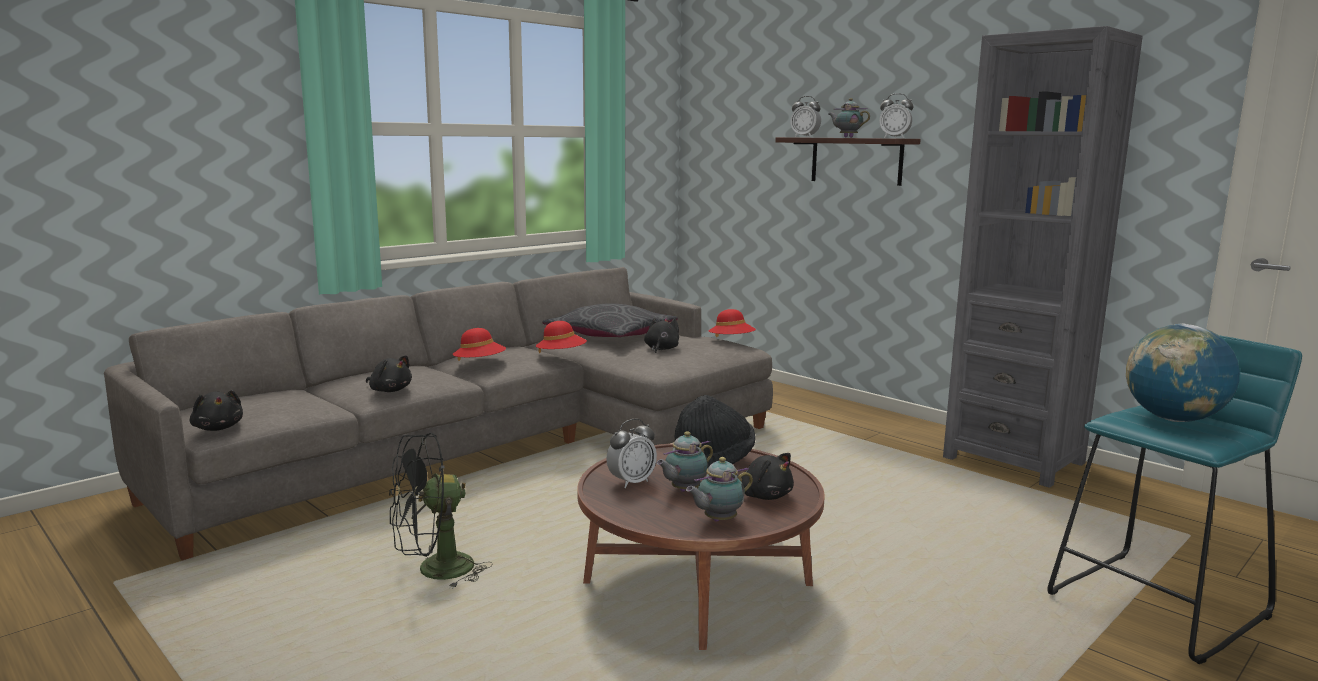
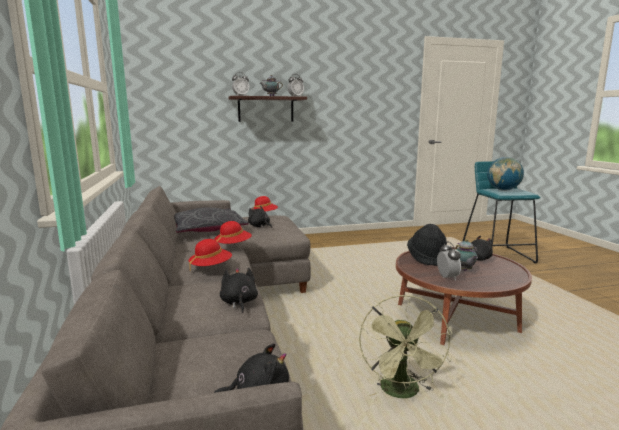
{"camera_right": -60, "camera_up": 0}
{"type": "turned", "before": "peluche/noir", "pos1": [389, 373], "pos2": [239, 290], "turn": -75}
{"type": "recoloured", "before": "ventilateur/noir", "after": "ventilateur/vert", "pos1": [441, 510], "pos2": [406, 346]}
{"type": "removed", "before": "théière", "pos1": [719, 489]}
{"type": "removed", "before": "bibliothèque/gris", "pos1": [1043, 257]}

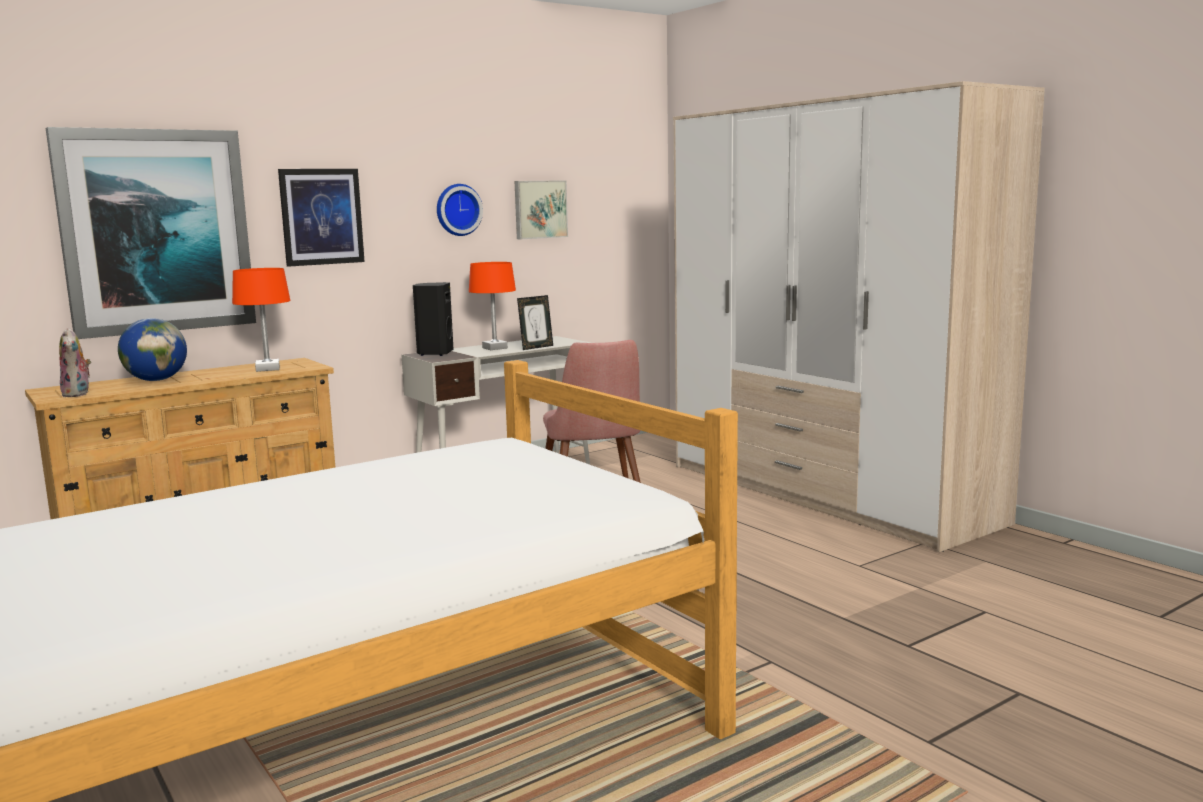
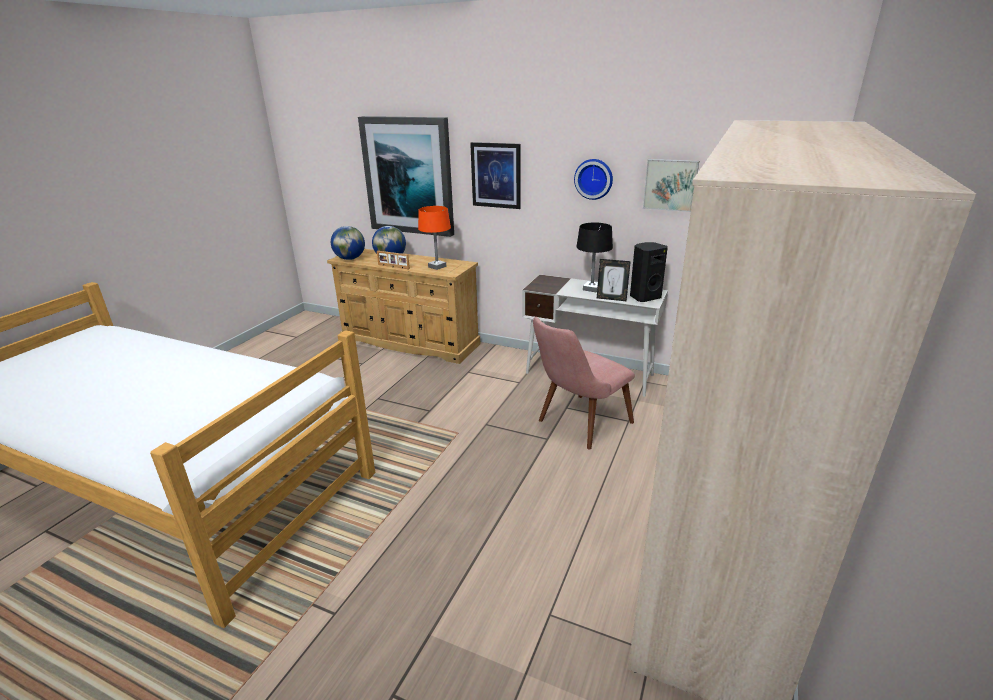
{"camera_right": 60, "camera_up": 15}
{"type": "replaced", "before": "peluche", "after": "globe", "pos1": [75, 362], "pos2": [348, 243]}
{"type": "added", "after": "cadre photo", "pos2": [393, 260]}
{"type": "recoloured", "before": "lampe de table/orange", "after": "lampe de table/noir", "pos1": [492, 306], "pos2": [594, 257]}
{"type": "moved", "before": "enceinte/noir", "pos1": [433, 319], "pos2": [649, 272]}

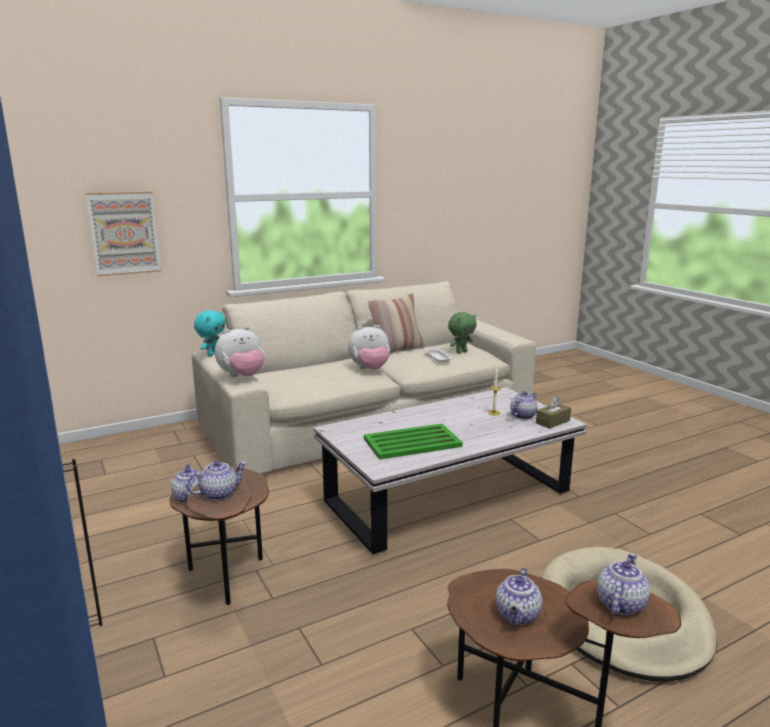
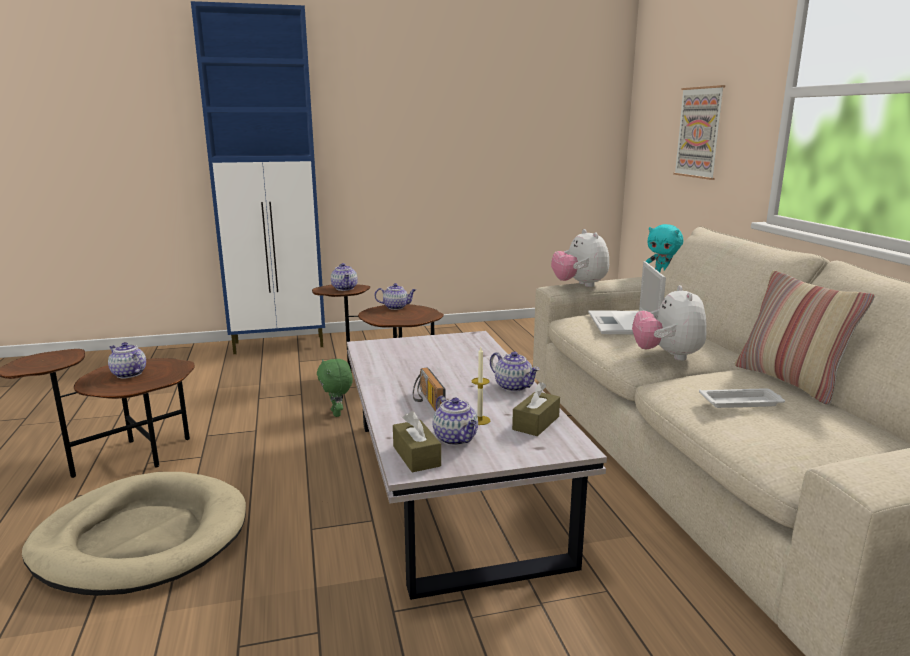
{"camera_right": 105, "camera_up": 0}
{"type": "moved", "before": "peluche/vert", "pos1": [462, 333], "pos2": [335, 388]}
{"type": "added", "after": "radio", "pos2": [429, 389]}
{"type": "moved", "before": "théière", "pos1": [623, 584], "pos2": [515, 371]}
{"type": "added", "after": "boîte à mouchoirs/marron", "pos2": [536, 409]}
{"type": "added", "after": "ordinateur portable", "pos2": [627, 297]}
{"type": "removed", "before": "plateau/vert", "pos1": [413, 442]}

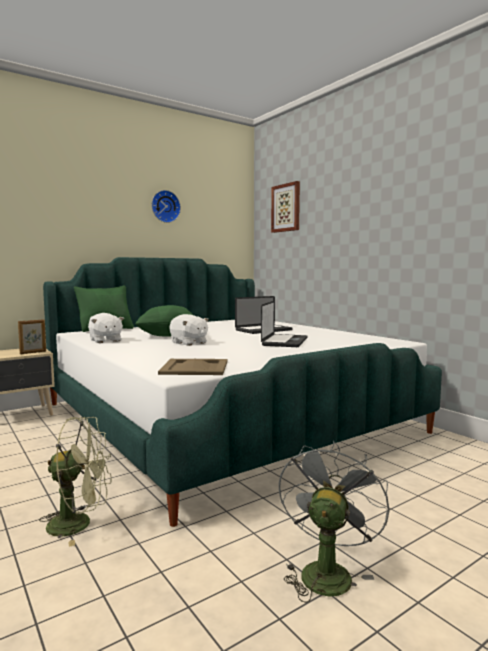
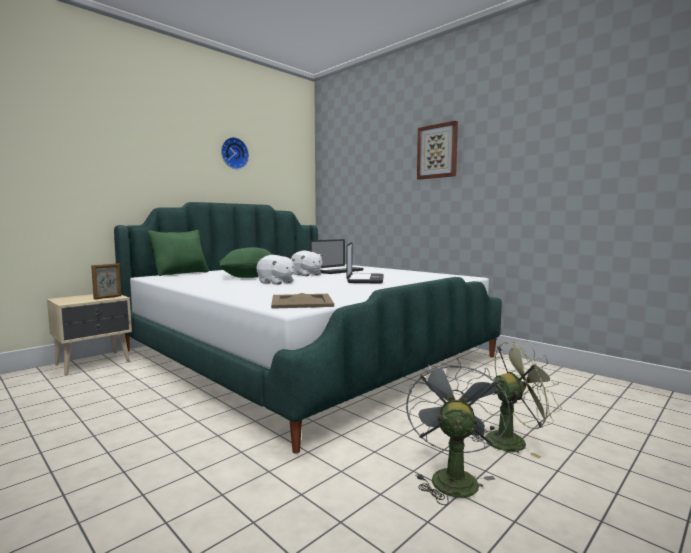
{"camera_right": -10, "camera_up": 0}
{"type": "moved", "before": "peluche/blanc", "pos1": [106, 328], "pos2": [307, 263]}
{"type": "moved", "before": "tableau", "pos1": [285, 207], "pos2": [437, 150]}
{"type": "moved", "before": "ventilateur/vert", "pos1": [75, 482], "pos2": [517, 400]}

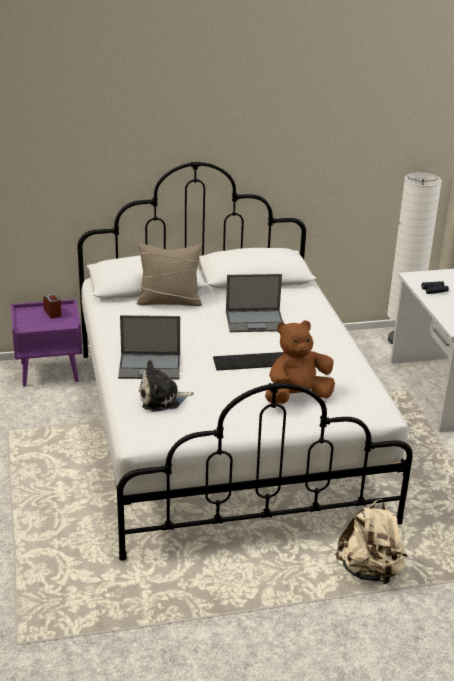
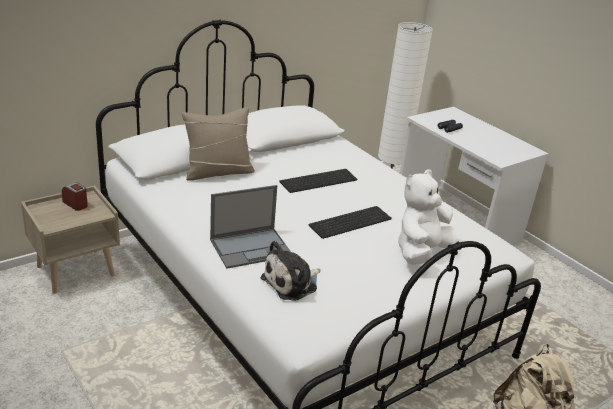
{"camera_right": -25, "camera_up": 0}
{"type": "recoloured", "before": "table de chevet/violet", "after": "table de chevet/beige", "pos1": [46, 343], "pos2": [70, 239]}
{"type": "replaced", "before": "ordinateur portable", "after": "clavier", "pos1": [254, 303], "pos2": [318, 181]}
{"type": "recoloured", "before": "peluche/marron", "after": "peluche/blanc", "pos1": [300, 362], "pos2": [427, 217]}

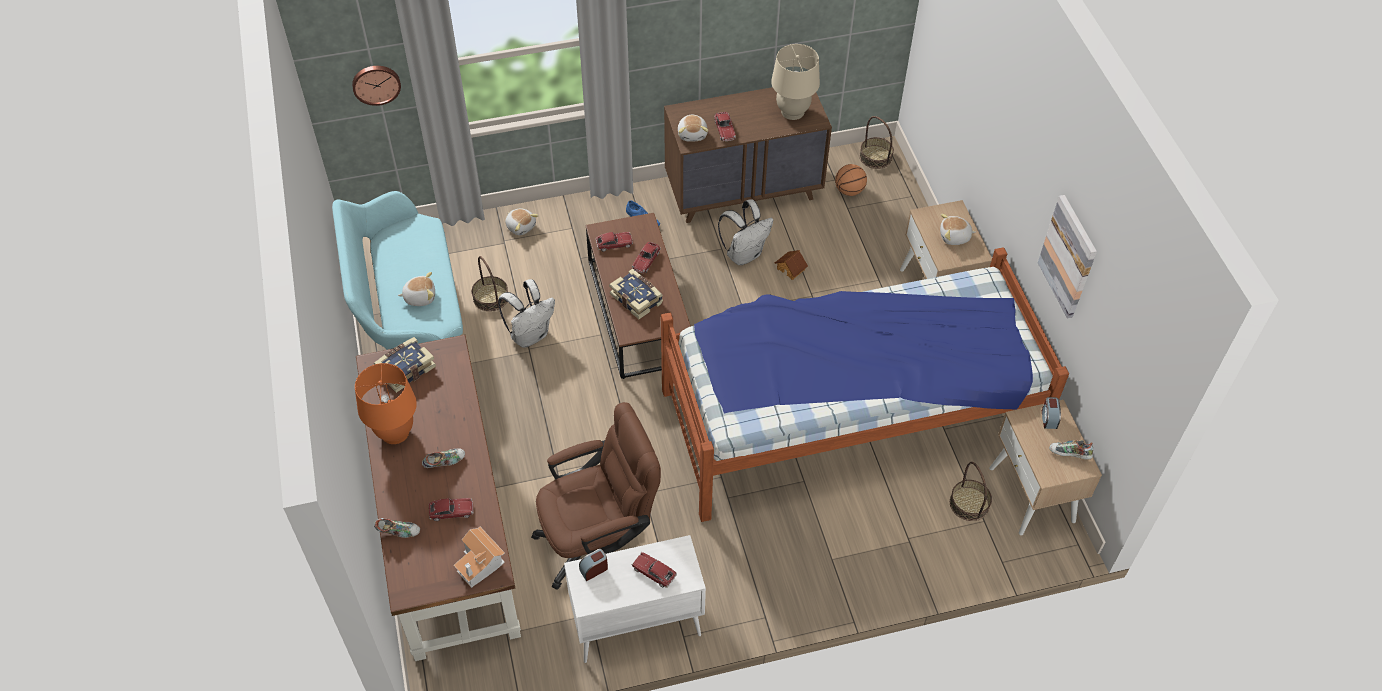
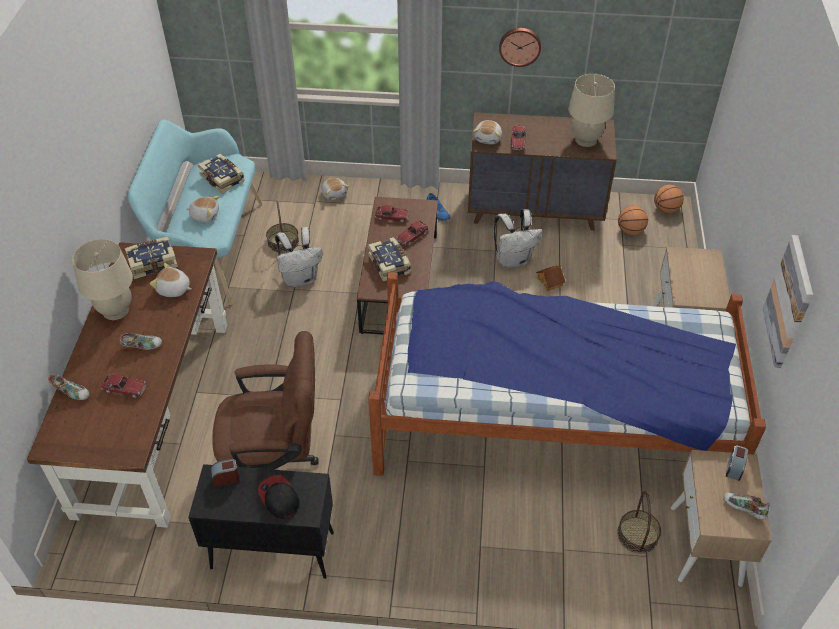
{"camera_right": 20, "camera_up": -5}
{"type": "recoloured", "before": "lampe de table/orange", "after": "lampe de table/beige", "pos1": [386, 403], "pos2": [102, 279]}
{"type": "moved", "before": "peluche", "pos1": [958, 229], "pos2": [170, 280]}
{"type": "recoloured", "before": "meuble de rangement/blanc", "after": "meuble de rangement/noir", "pos1": [635, 599], "pos2": [261, 521]}
{"type": "added", "after": "livre", "pos2": [221, 174]}
{"type": "replaced", "before": "petite voiture", "after": "casquette", "pos1": [654, 570], "pos2": [279, 497]}
{"type": "moved", "before": "horloge murale", "pos1": [376, 86], "pos2": [520, 47]}
{"type": "replaced", "before": "panier", "after": "ballon de basket", "pos1": [876, 142], "pos2": [669, 198]}
{"type": "removed", "before": "maison miniature", "pos1": [479, 557]}

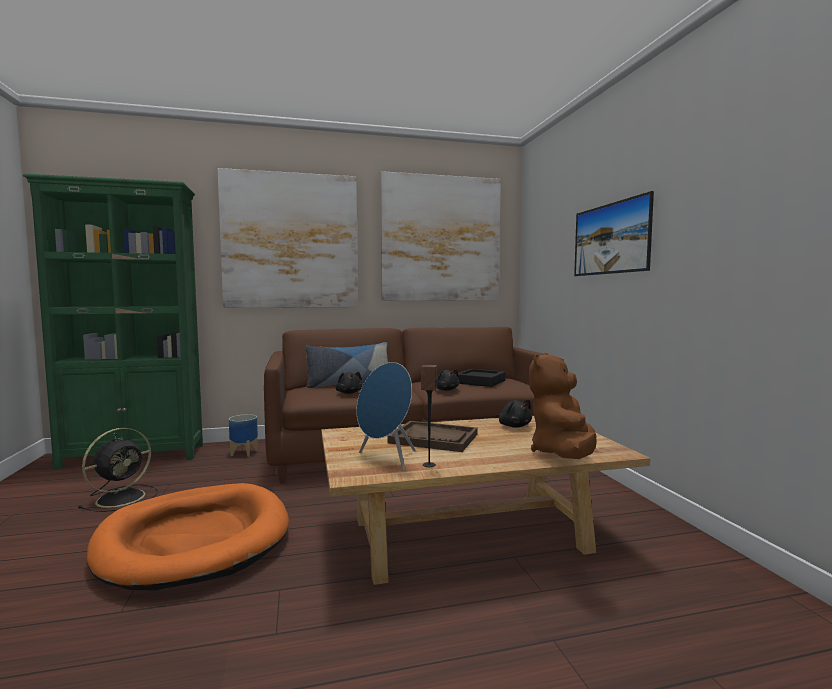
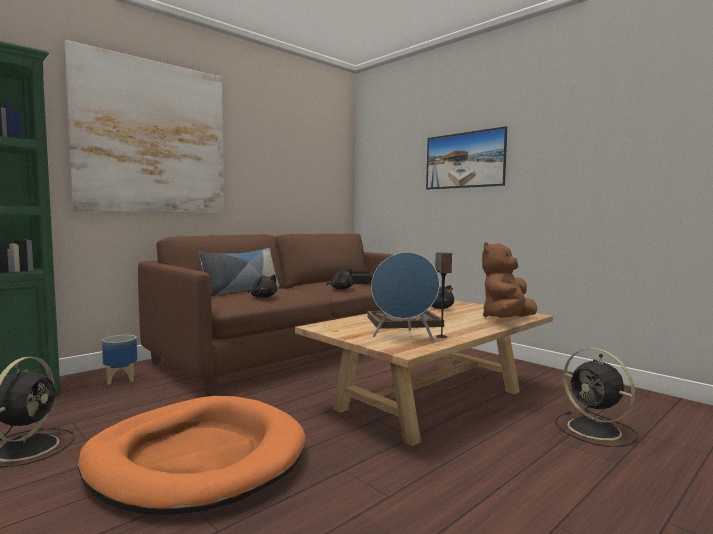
{"camera_right": -30, "camera_up": 0}
{"type": "turned", "before": "peluche/marron", "pos1": [563, 406], "pos2": [509, 280], "turn": 45}
{"type": "added", "after": "ventilateur/noir", "pos2": [597, 397]}
{"type": "removed", "before": "tableau", "pos1": [441, 236]}

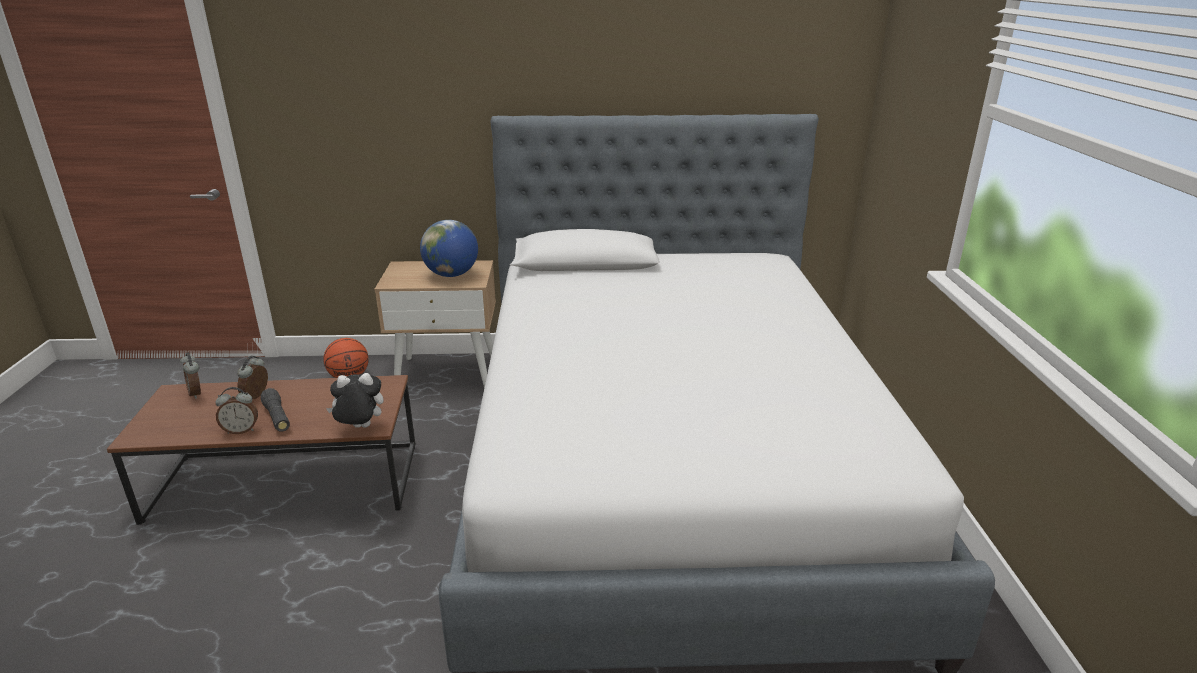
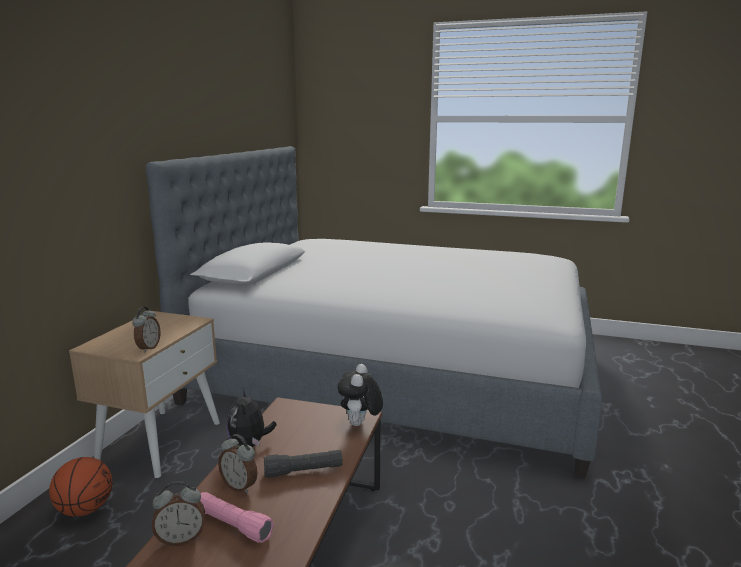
{"camera_right": -70, "camera_up": -10}
{"type": "moved", "before": "réveil", "pos1": [236, 410], "pos2": [146, 330]}
{"type": "added", "after": "lampe de poche/rose", "pos2": [237, 517]}
{"type": "added", "after": "peluche", "pos2": [252, 418]}
{"type": "removed", "before": "globe", "pos1": [449, 248]}

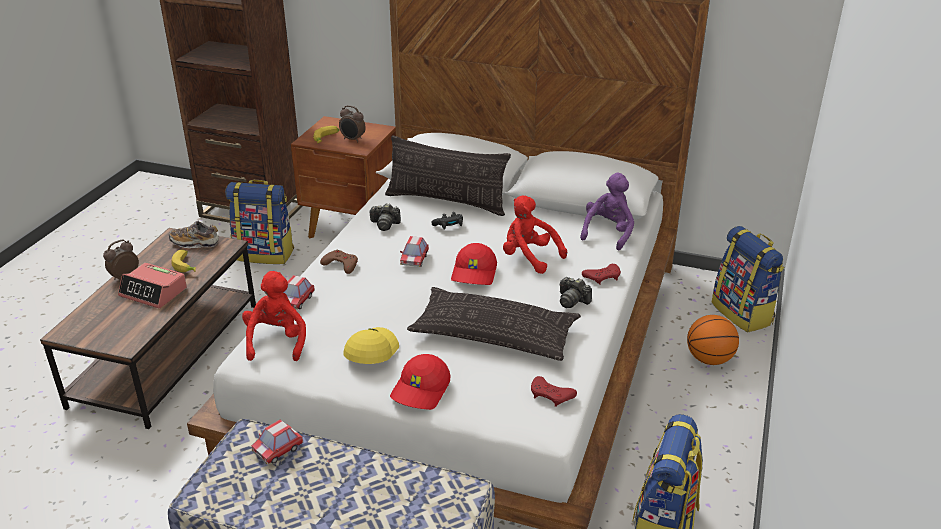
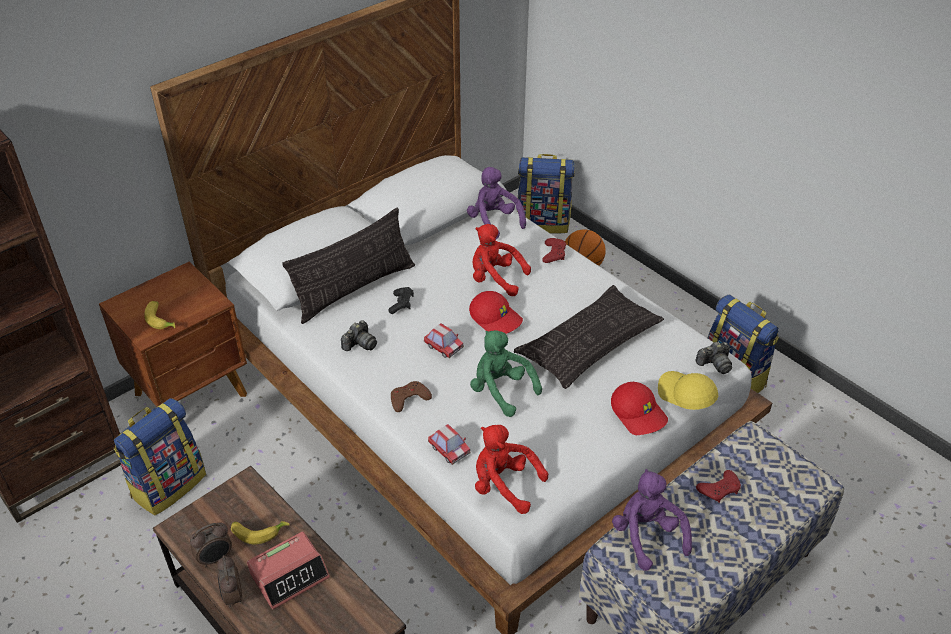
{"camera_right": -60, "camera_up": 10}
{"type": "moved", "before": "réveil", "pos1": [352, 123], "pos2": [211, 545]}
{"type": "added", "after": "peluche/vert", "pos2": [506, 373]}
{"type": "turned", "before": "peluche/rouge", "pos1": [535, 235], "pos2": [502, 260], "turn": 45}
{"type": "replaced", "before": "petite voiture", "after": "peluche/violet", "pos1": [277, 442], "pos2": [652, 520]}
{"type": "moved", "before": "casquette/jaune", "pos1": [371, 345], "pos2": [688, 390]}
{"type": "moved", "before": "appareil photo", "pos1": [576, 292], "pos2": [713, 358]}
{"type": "moved", "before": "manette/rouge", "pos1": [554, 391], "pos2": [718, 486]}
{"type": "removed", "before": "chaussure", "pos1": [194, 234]}

